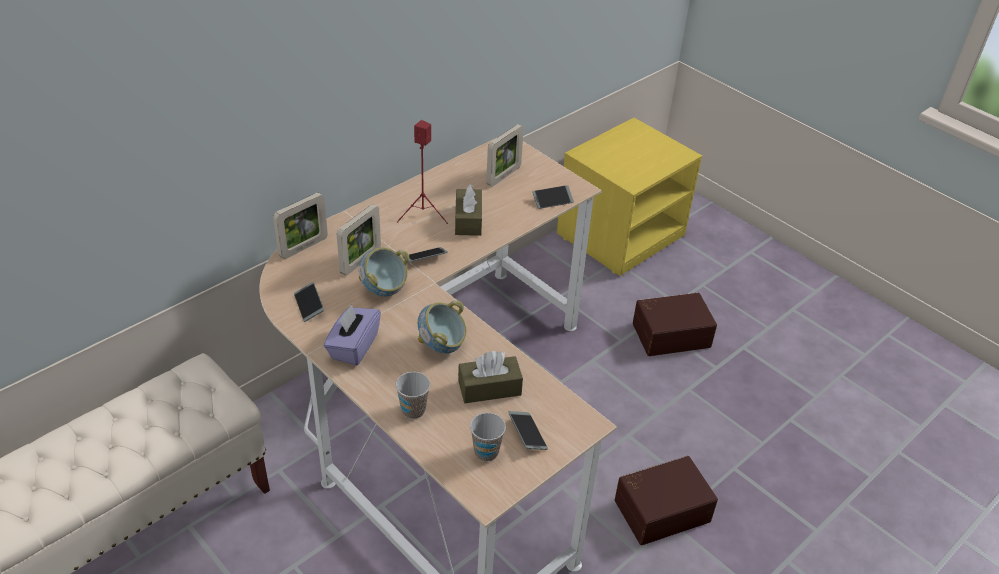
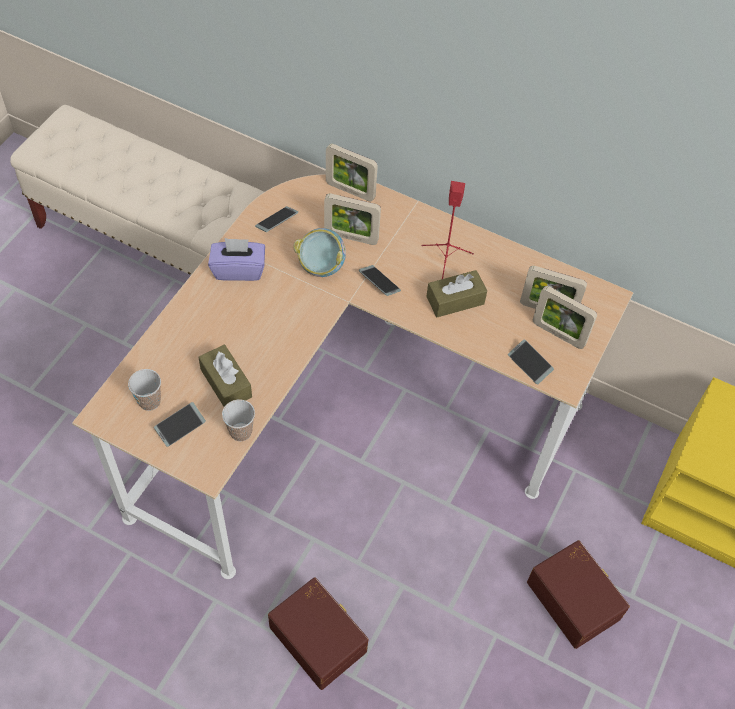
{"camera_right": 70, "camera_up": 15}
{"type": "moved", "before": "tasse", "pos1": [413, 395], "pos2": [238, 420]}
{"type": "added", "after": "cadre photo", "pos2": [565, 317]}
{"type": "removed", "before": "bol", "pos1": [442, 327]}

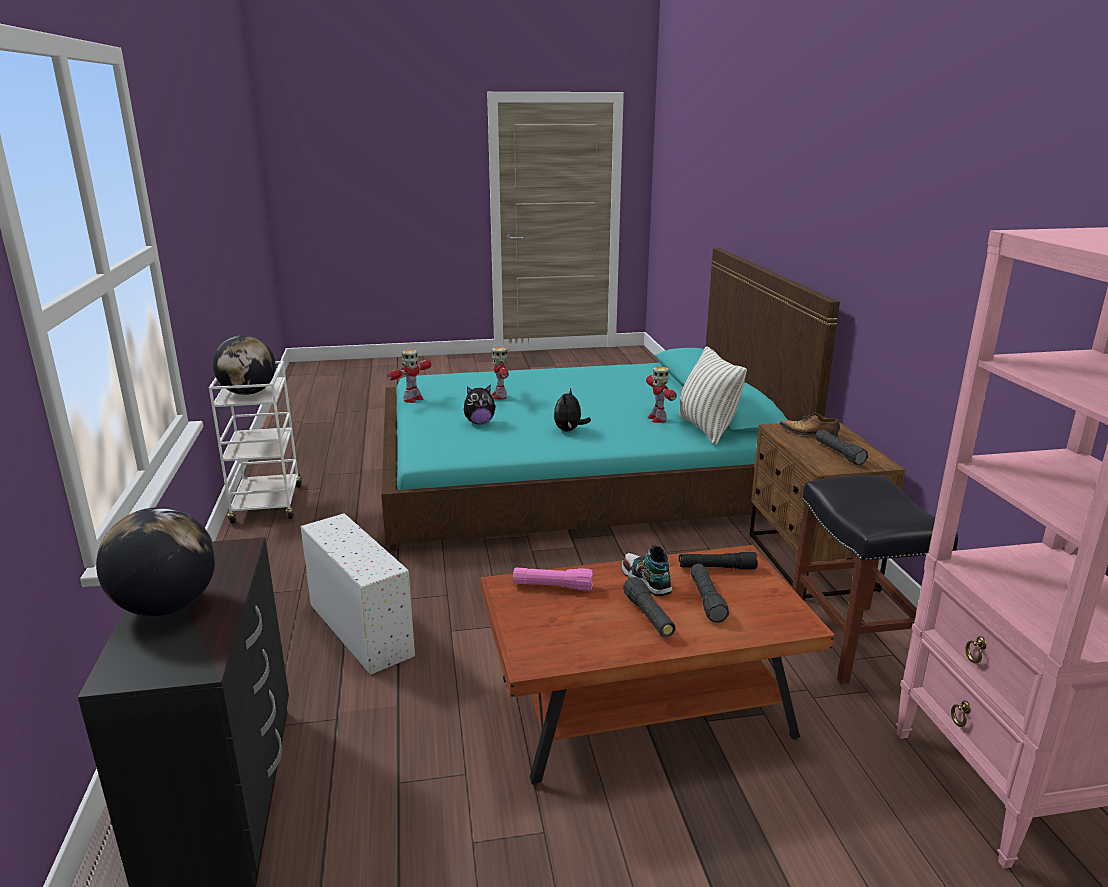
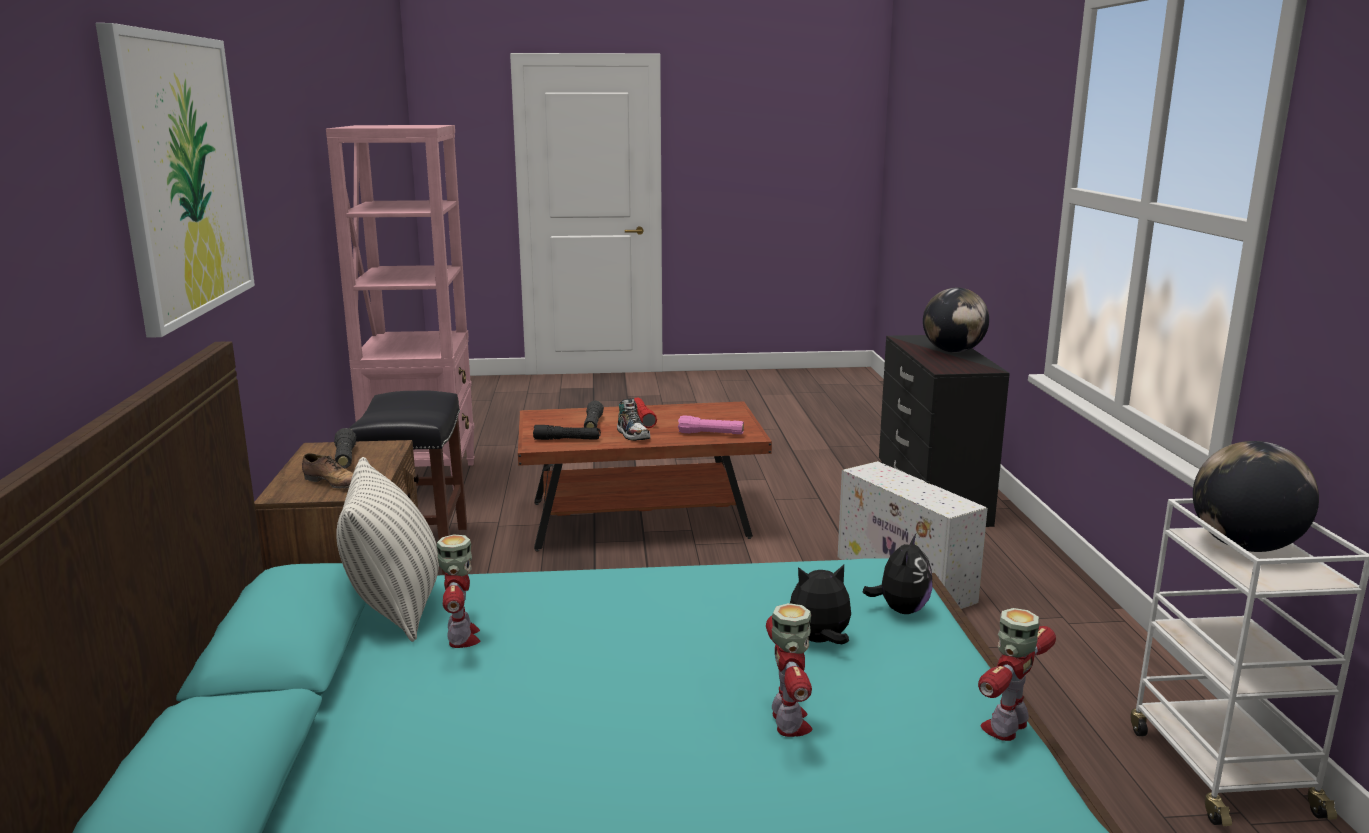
{"camera_right": -175, "camera_up": -5}
{"type": "added", "after": "tableau", "pos2": [175, 180]}
{"type": "recoloured", "before": "lampe de poche/noir", "after": "lampe de poche/rouge", "pos1": [649, 607], "pos2": [645, 412]}
{"type": "moved", "before": "peluche", "pos1": [572, 409], "pos2": [897, 574]}

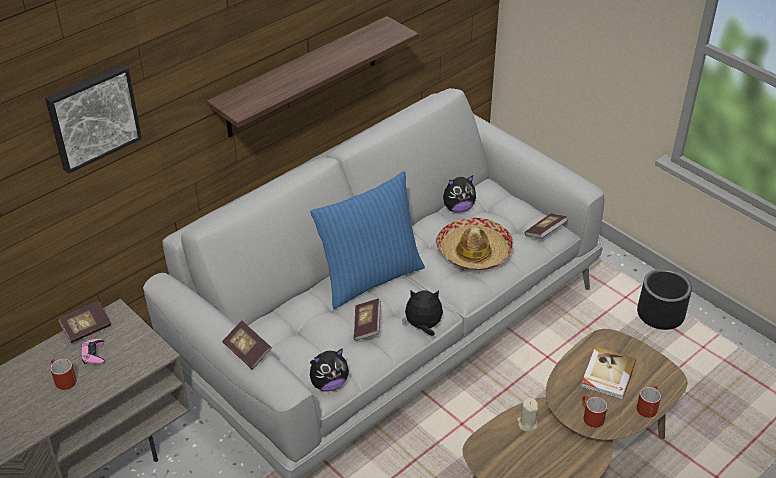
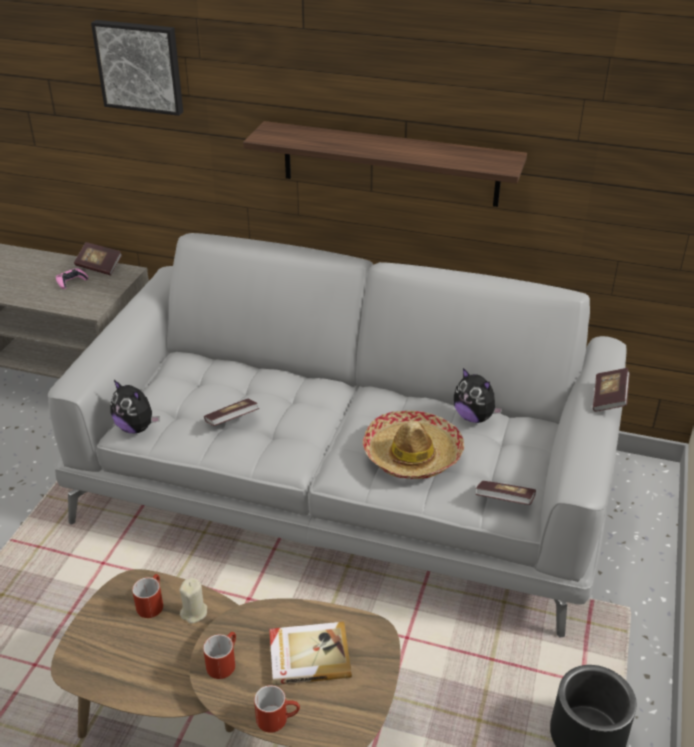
{"camera_right": 60, "camera_up": -5}
{"type": "moved", "before": "mug/rouge", "pos1": [63, 374], "pos2": [147, 596]}
{"type": "moved", "before": "livre", "pos1": [247, 345], "pos2": [611, 390]}
{"type": "removed", "before": "coussin/bleu", "pos1": [367, 240]}
{"type": "removed", "before": "peluche", "pos1": [422, 313]}

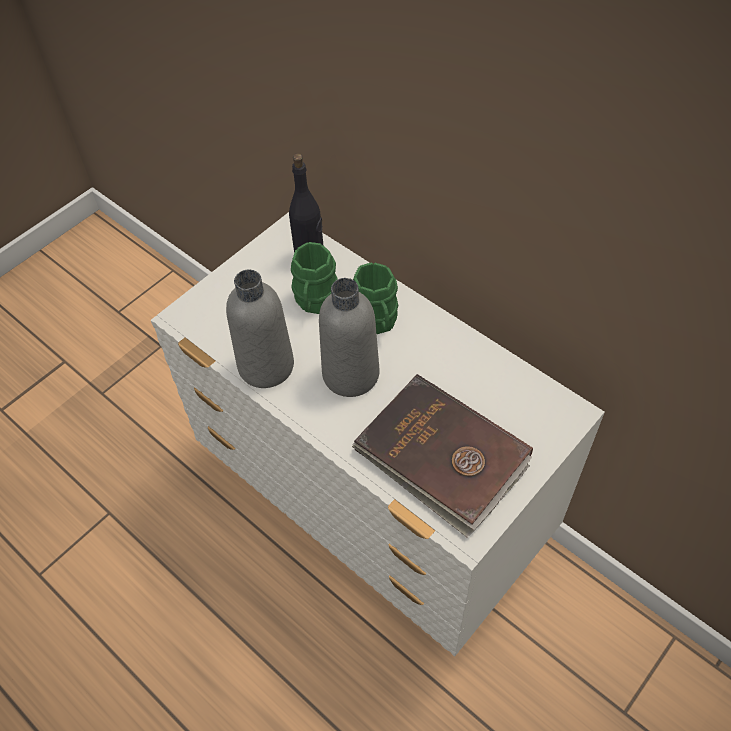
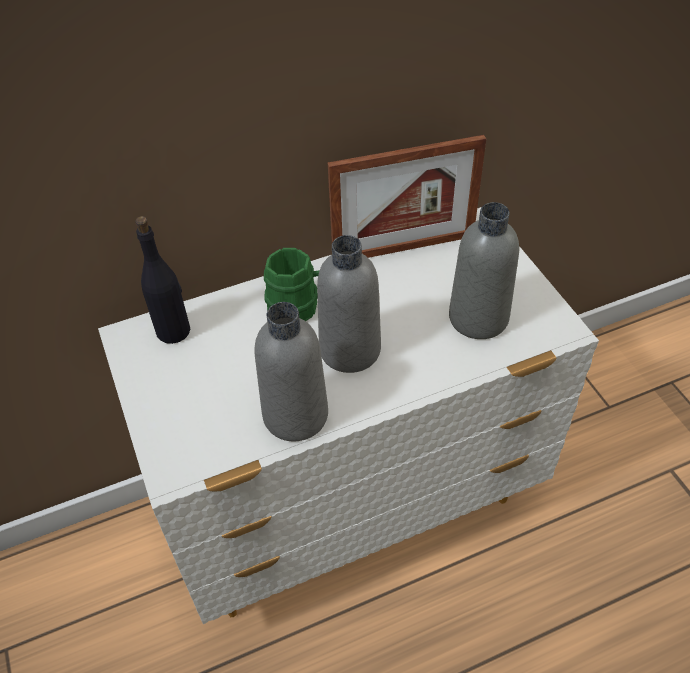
{"camera_right": -65, "camera_up": -5}
{"type": "added", "after": "cadre photo", "pos2": [407, 196]}
{"type": "replaced", "before": "livre/marron", "after": "bouteille/gris", "pos1": [442, 456], "pos2": [484, 270]}
{"type": "removed", "before": "mug/vert", "pos1": [314, 278]}

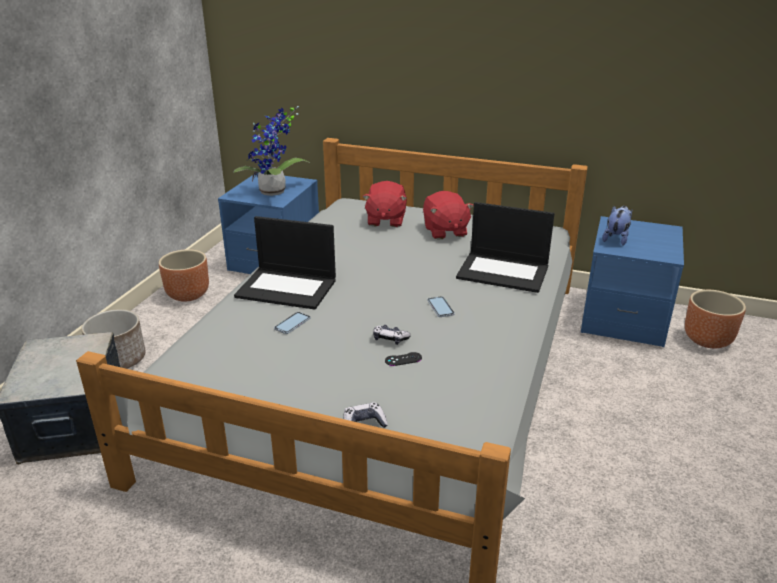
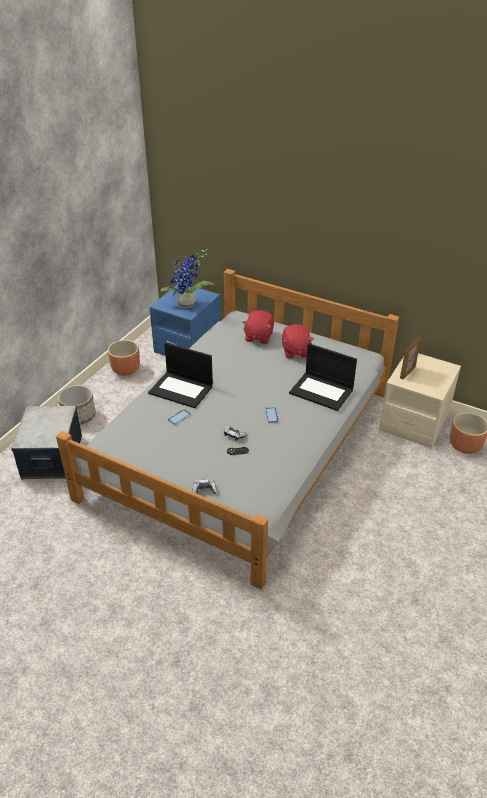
{"camera_right": 10, "camera_up": 10}
{"type": "recoloured", "before": "table de chevet/bleu", "after": "table de chevet/beige", "pos1": [632, 281], "pos2": [420, 400]}
{"type": "replaced", "before": "peluche", "after": "cadre photo", "pos1": [617, 226], "pos2": [410, 358]}

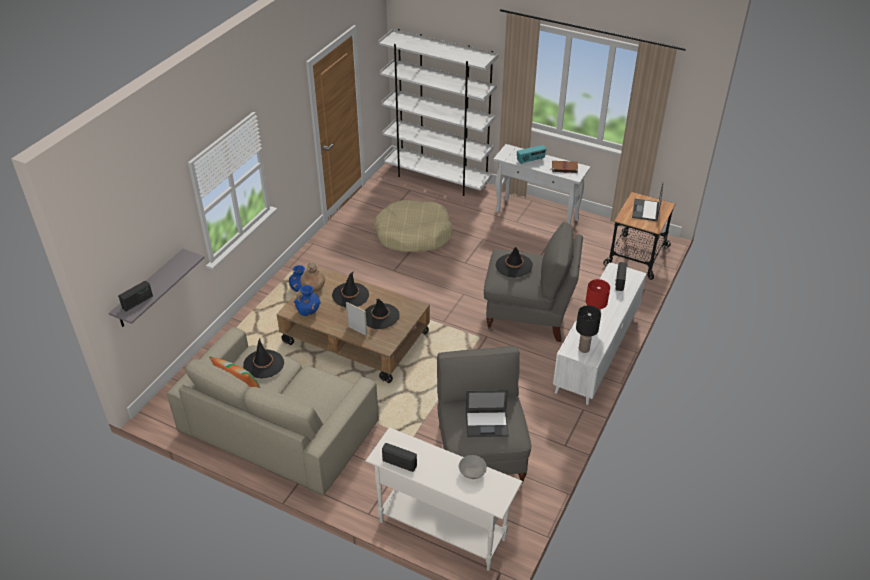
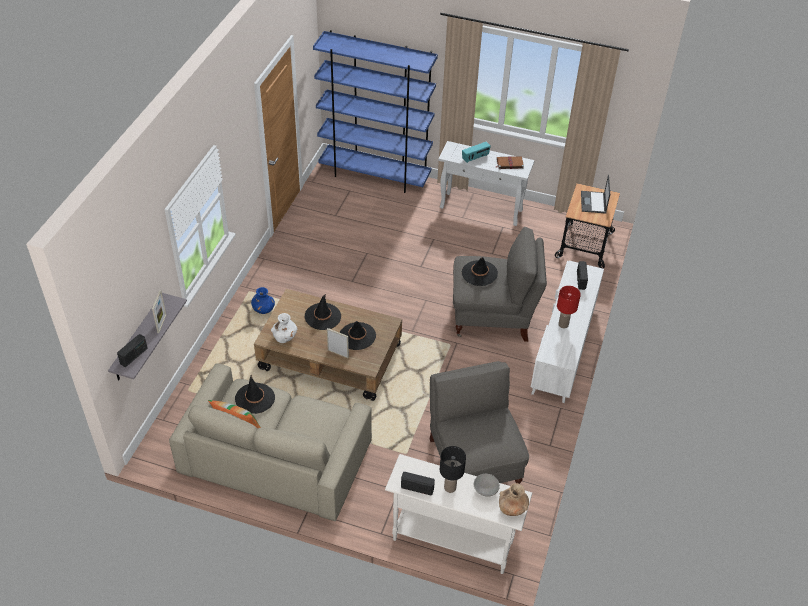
{"camera_right": -10, "camera_up": 5}
{"type": "added", "after": "cadre photo", "pos2": [159, 311]}
{"type": "recoloured", "before": "vase/bleu", "after": "vase/blanc", "pos1": [307, 300], "pos2": [284, 328]}
{"type": "recoloured", "before": "bibliothèque/blanc", "after": "bibliothèque/bleu", "pos1": [438, 112], "pos2": [375, 111]}
{"type": "moved", "before": "lampe de table/noir", "pos1": [588, 329], "pos2": [453, 469]}
{"type": "moved", "before": "vase/marron", "pos1": [312, 277], "pos2": [514, 499]}
{"type": "removed", "before": "panier pour chien/beige", "pos1": [413, 226]}
{"type": "removed", "before": "ordinateur portable", "pos1": [487, 413]}

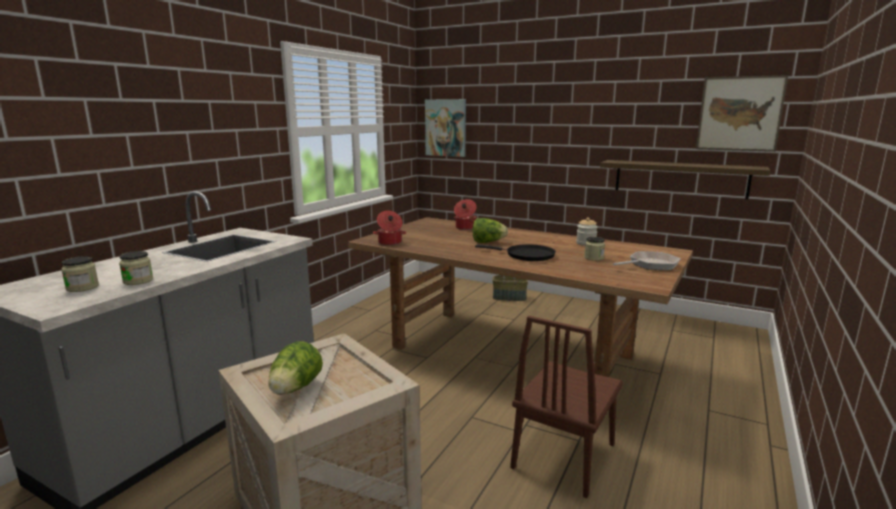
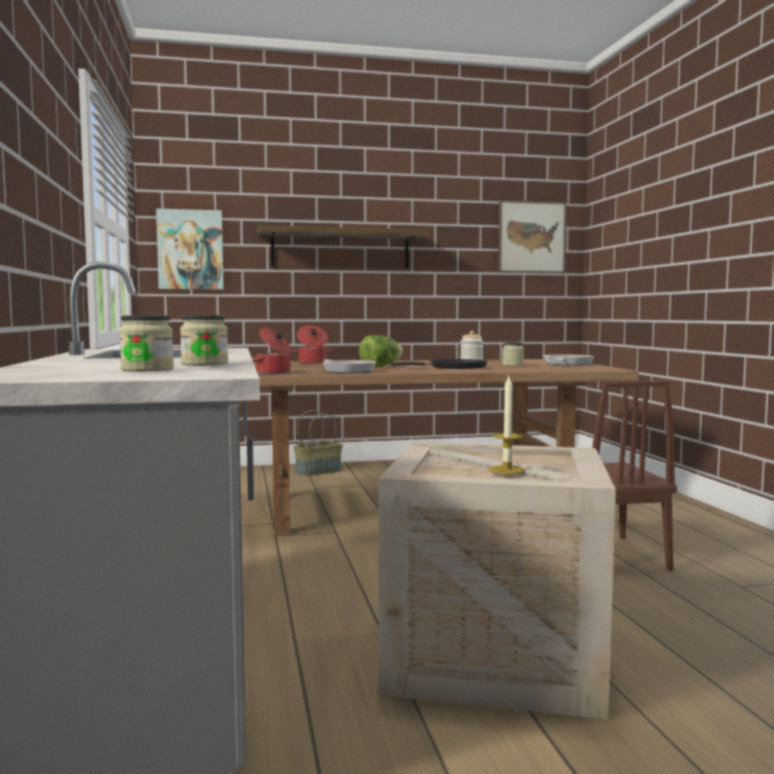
{"camera_right": -40, "camera_up": -10}
{"type": "moved", "before": "étagère", "pos1": [685, 179], "pos2": [343, 246]}
{"type": "added", "after": "poêle", "pos2": [349, 366]}
{"type": "replaced", "before": "laitue", "after": "bougie", "pos1": [295, 368], "pos2": [507, 425]}

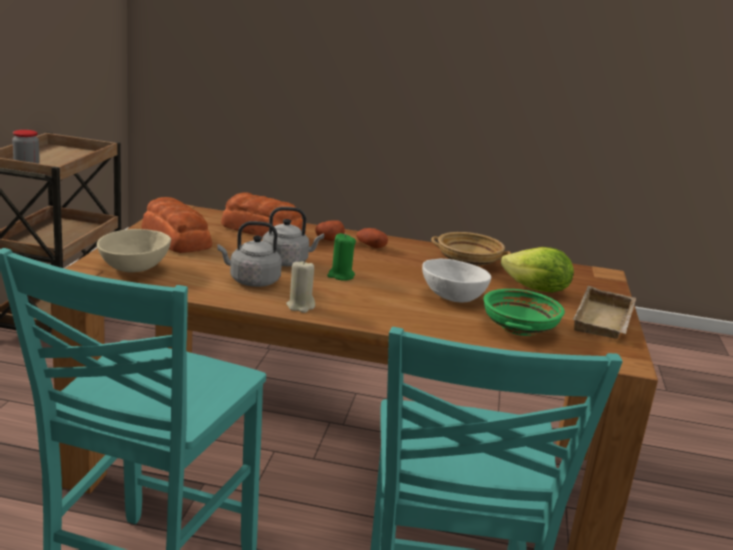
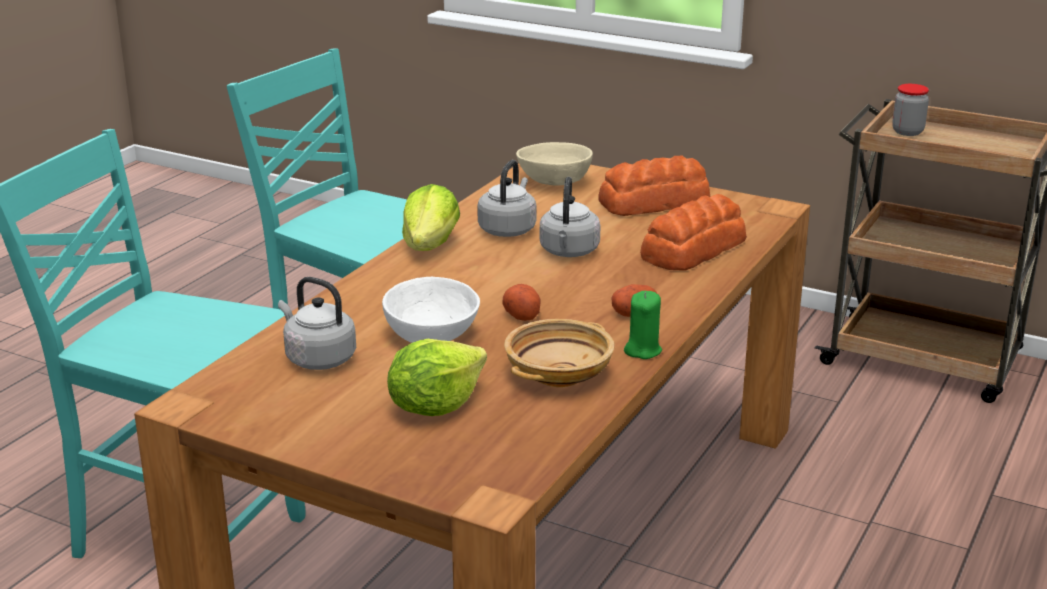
{"camera_right": 110, "camera_up": 5}
{"type": "replaced", "before": "bol/vert", "after": "bouilloire/gris", "pos1": [524, 312], "pos2": [317, 323]}
{"type": "replaced", "before": "bougie/beige", "after": "laitue", "pos1": [300, 286], "pos2": [431, 217]}
{"type": "moved", "before": "pomme de terre", "pos1": [330, 230], "pos2": [521, 302]}
{"type": "moved", "before": "bougie/vert", "pos1": [341, 256], "pos2": [643, 325]}
{"type": "removed", "before": "plateau/beige", "pos1": [604, 312]}

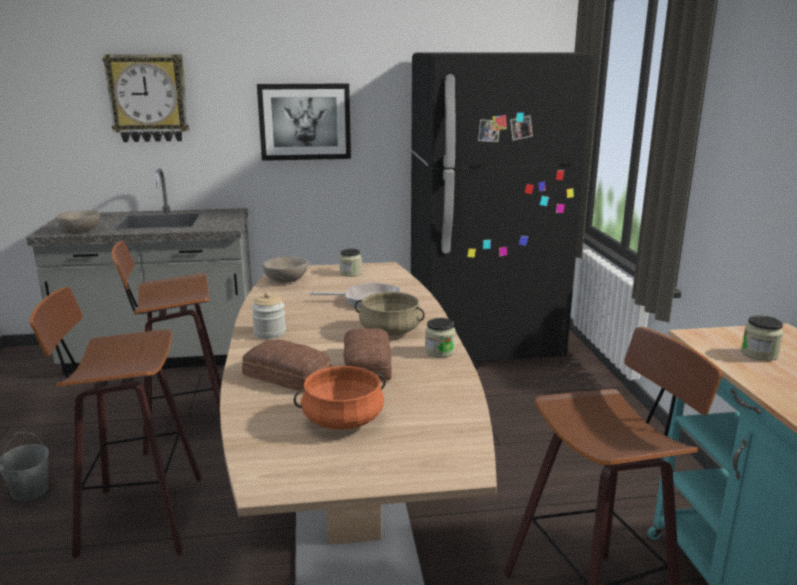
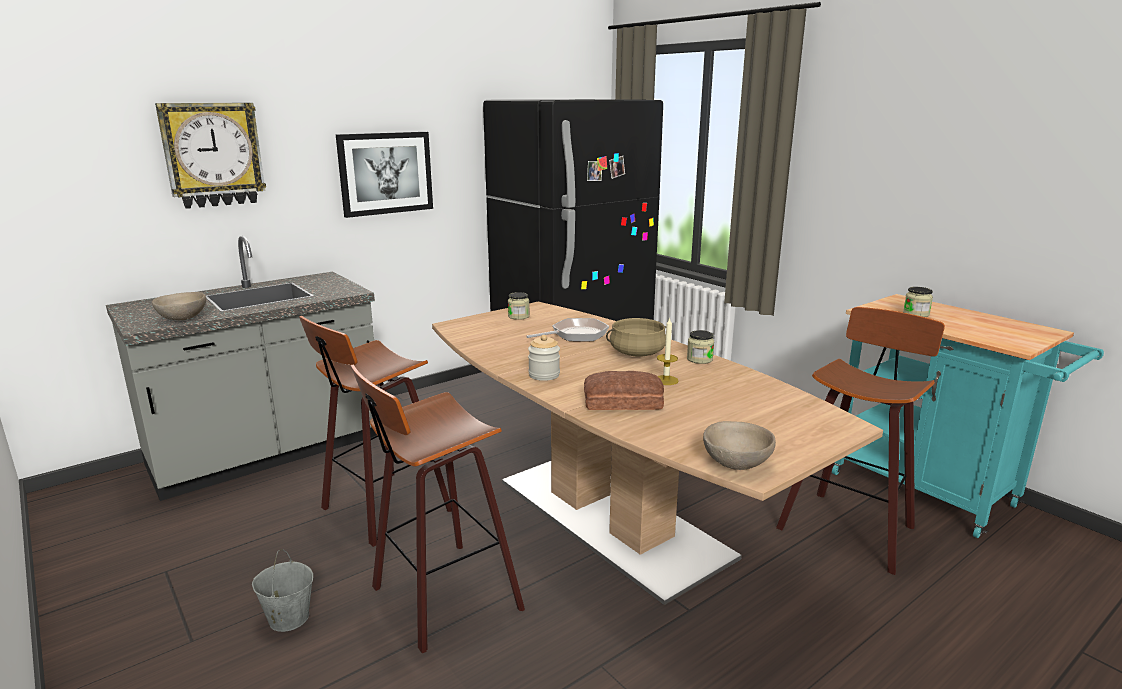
{"camera_right": -30, "camera_up": 0}
{"type": "replaced", "before": "pain", "after": "bougie", "pos1": [367, 354], "pos2": [668, 351]}
{"type": "moved", "before": "bol/beige", "pos1": [285, 269], "pos2": [739, 445]}
{"type": "removed", "before": "marmite/orange", "pos1": [339, 398]}

